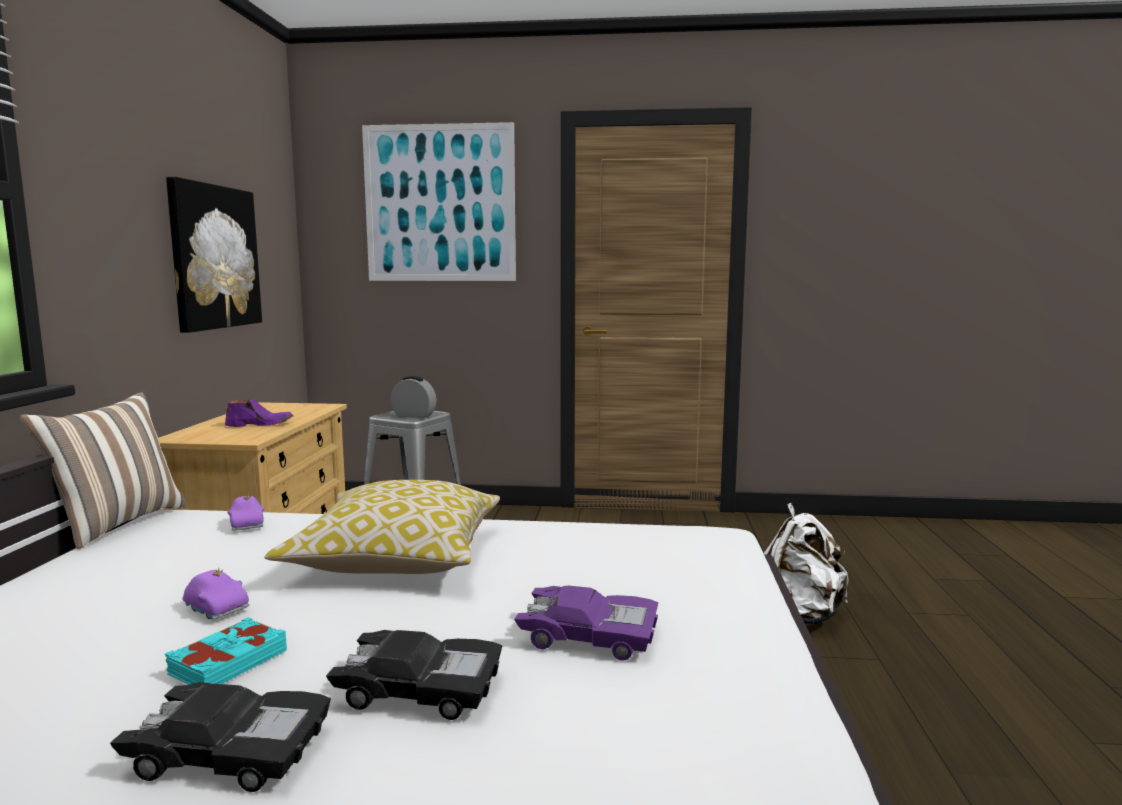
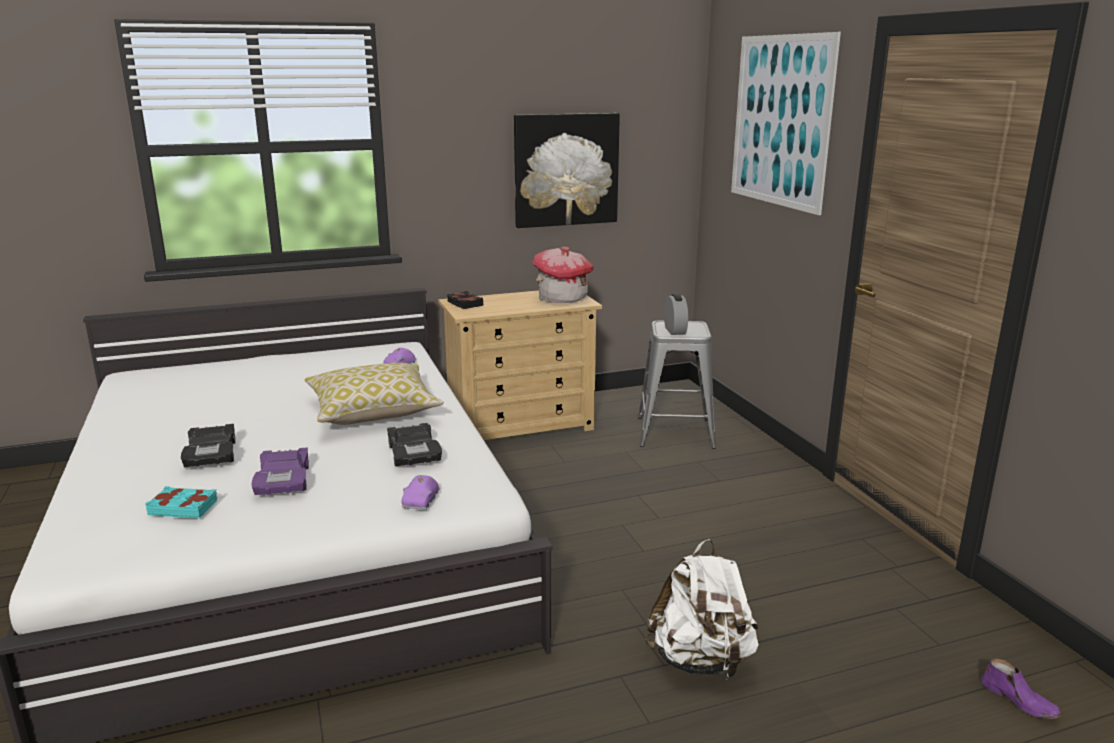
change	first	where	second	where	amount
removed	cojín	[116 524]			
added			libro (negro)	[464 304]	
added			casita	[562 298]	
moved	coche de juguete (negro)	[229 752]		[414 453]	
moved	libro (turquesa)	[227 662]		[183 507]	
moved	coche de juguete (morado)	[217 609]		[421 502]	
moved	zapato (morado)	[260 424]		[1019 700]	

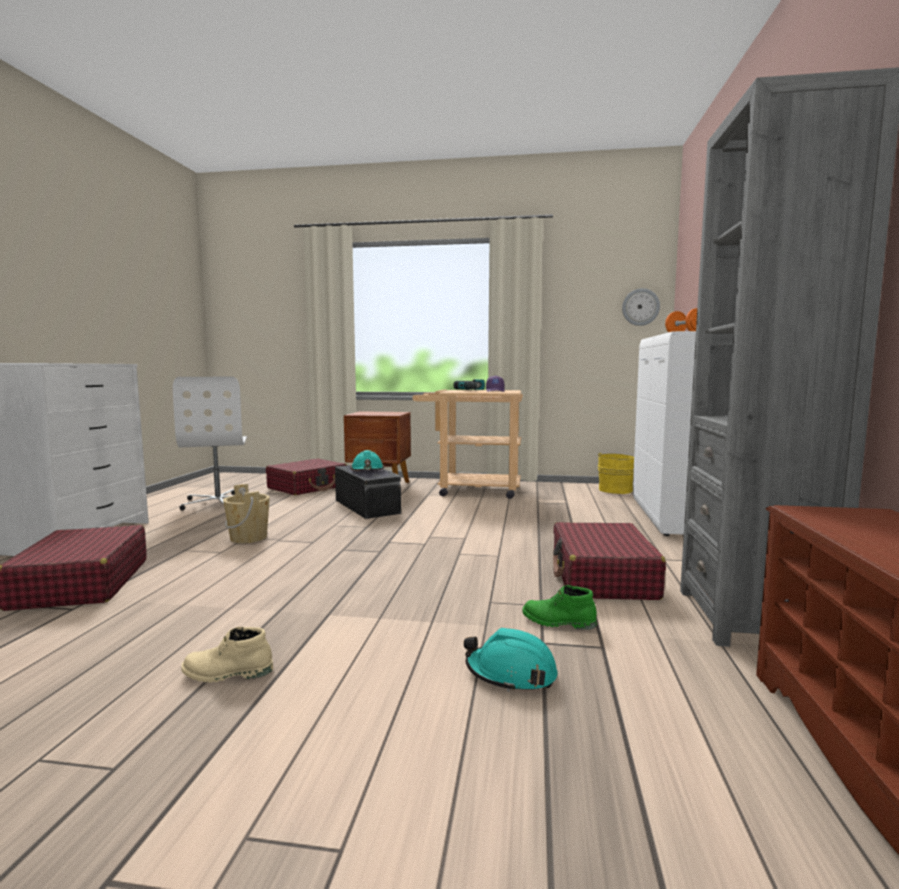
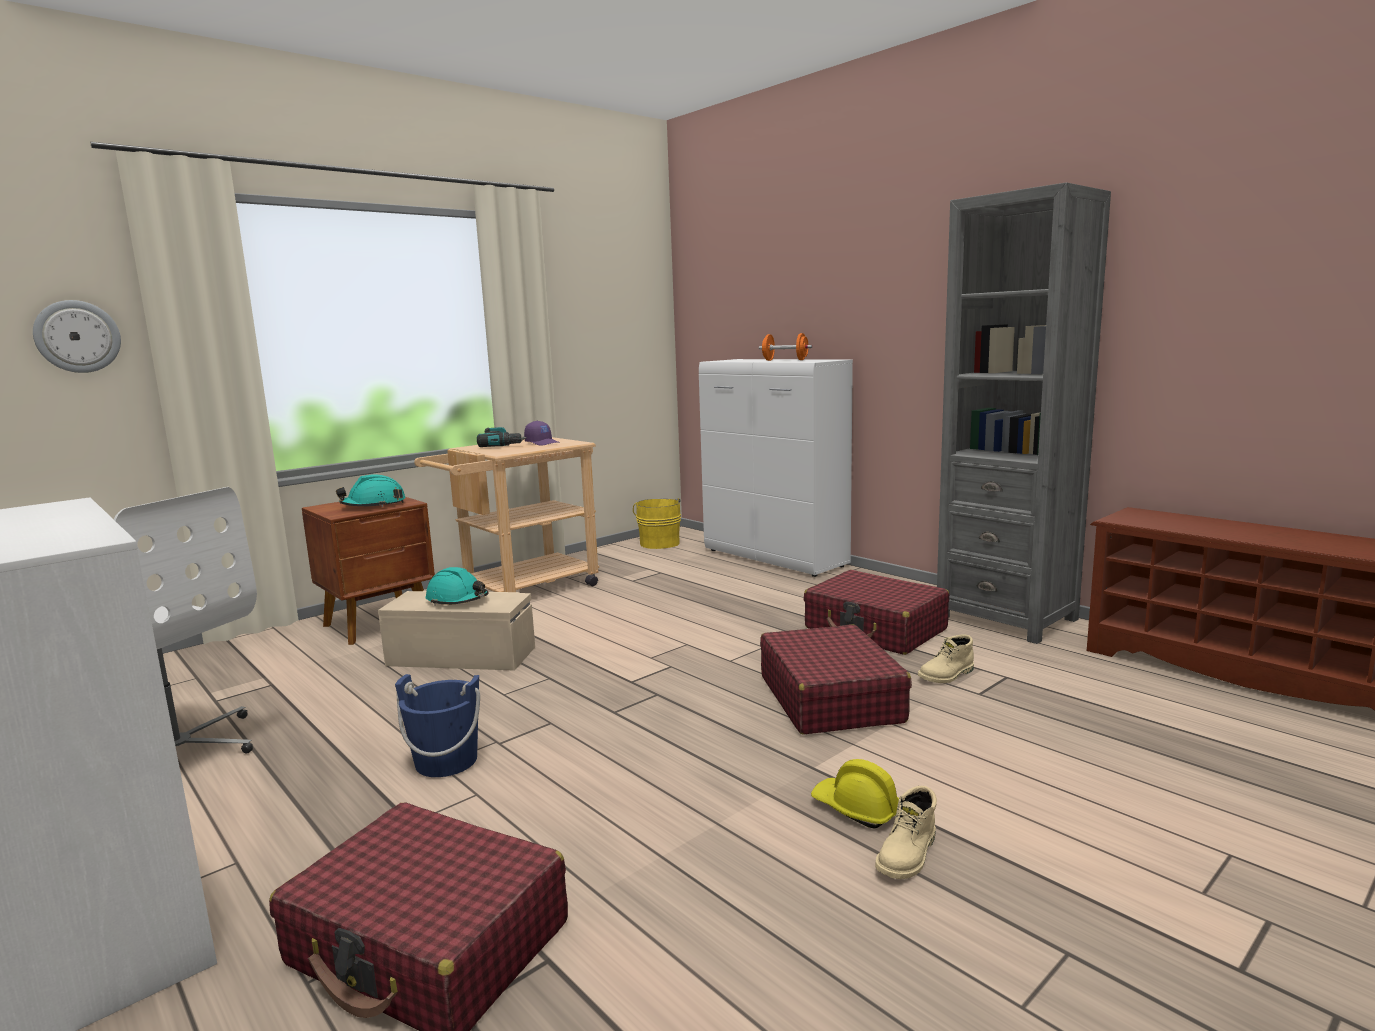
change	first	where	second	where	amount
added			casco (amarillo)	[856 808]	
moved	maleta (rojo)	[308 487]		[830 698]	
moved	casco (turquesa)	[511 674]		[374 505]	
moved	reloj de pared	[640 307]		[77 336]	
recoloured	cubo (beis)	[248 538]	cubo (azul)	[446 761]	
recoloured	caja de almacenaje (negro)	[368 506]	caja de almacenaje (beis)	[462 655]	
recoloured	bota (verde)	[558 622]	bota (beis)	[947 675]	

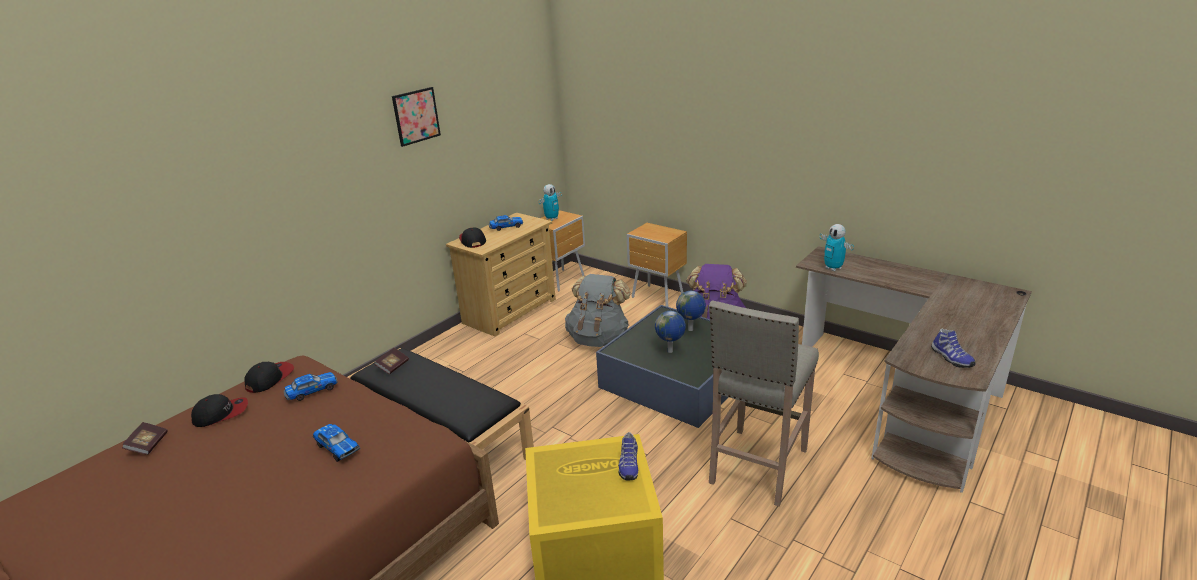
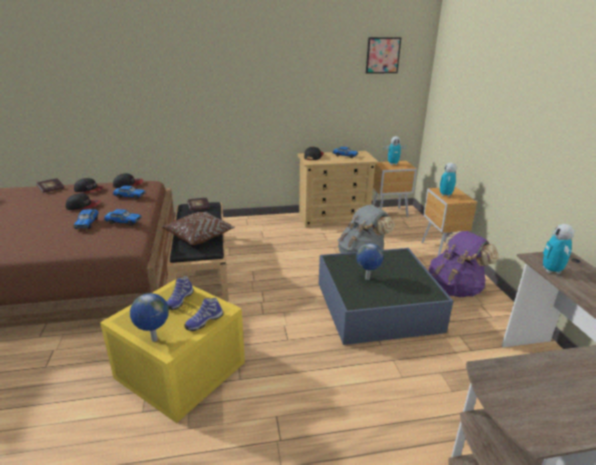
change	first	where	second	where	amount
removed	taburete (beis)	[756 467]			
added			gorra	[83 206]	
added			coche de juguete	[123 222]	
added			cojín (marrón)	[199 236]	
added			robot de juguete	[445 195]	
moved	cuadro	[416 116]		[383 55]	
moved	globo terráqueo	[691 330]		[154 340]	
moved	zapato	[950 358]		[179 300]	

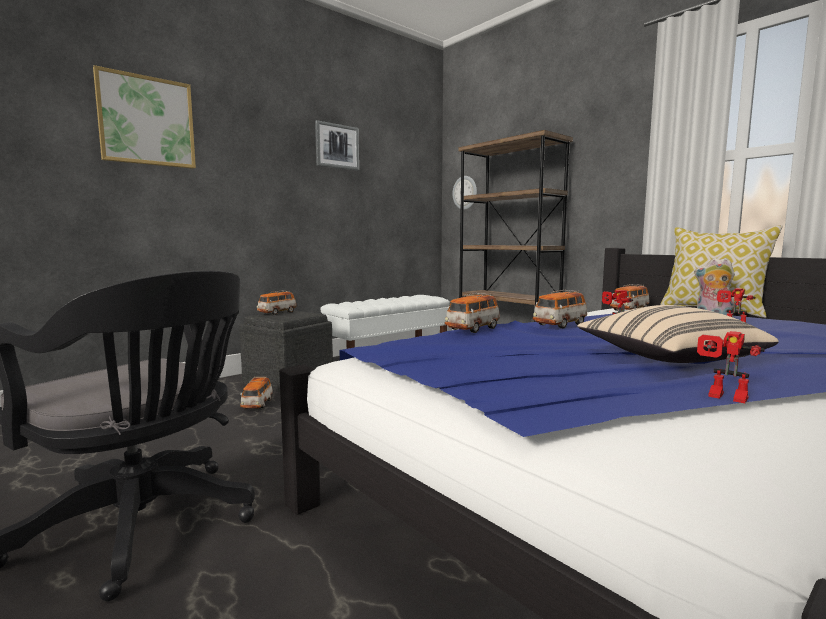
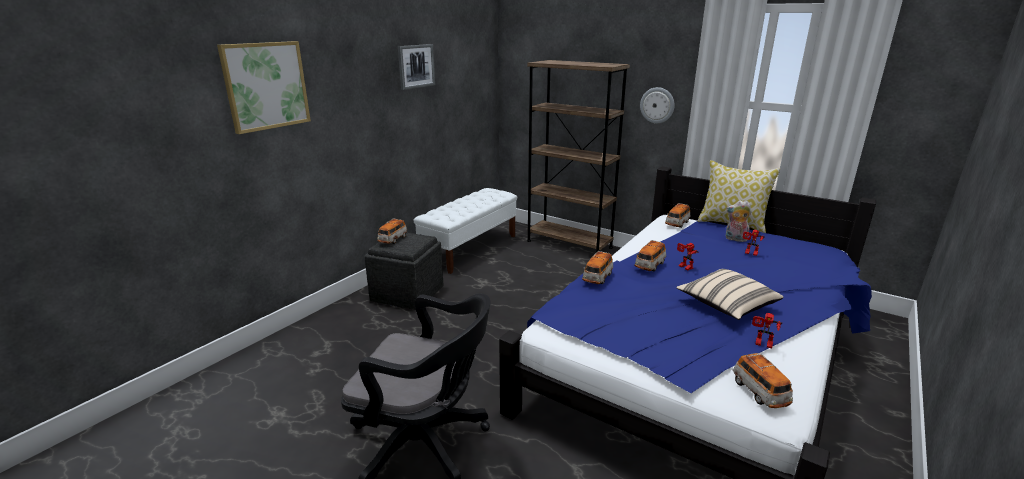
change	first	where	second	where	amount
moved	coche de juguete	[257 404]		[759 392]	
moved	reloj de pared	[465 192]		[657 105]	

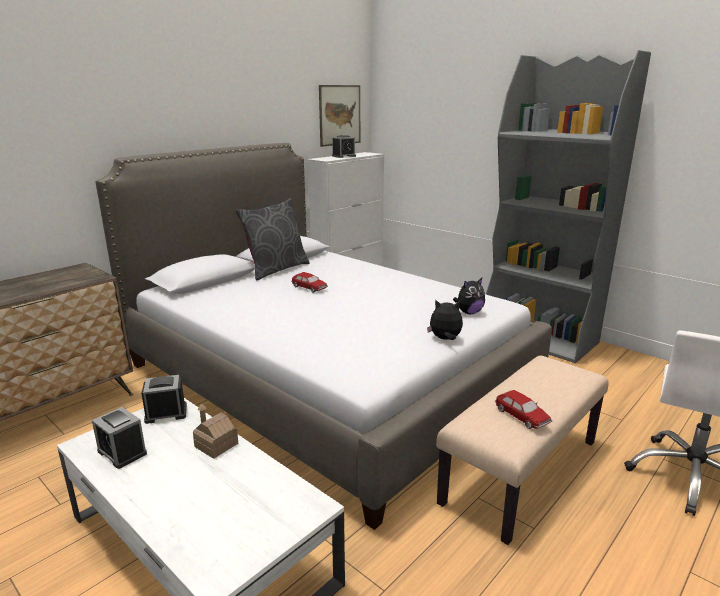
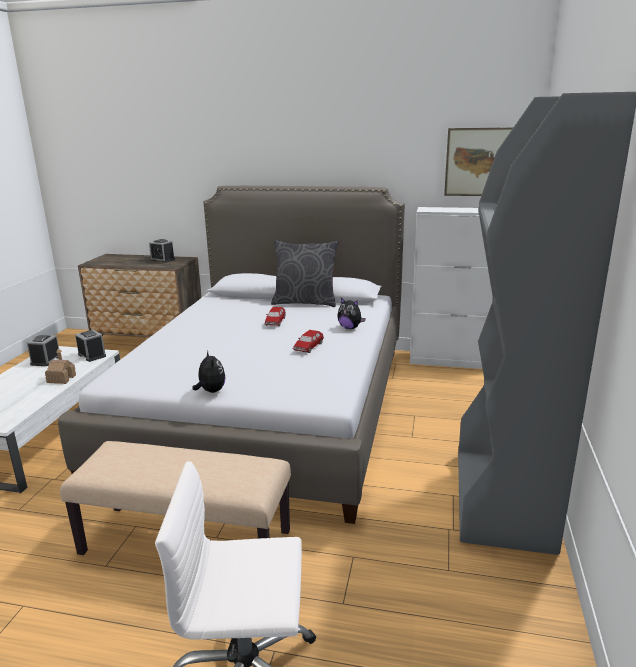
change	first	where	second	where	amount
moved	despertador	[344 156]		[162 260]	
moved	peluche	[469 312]		[350 328]	
moved	coche de juguete	[522 416]		[308 347]	

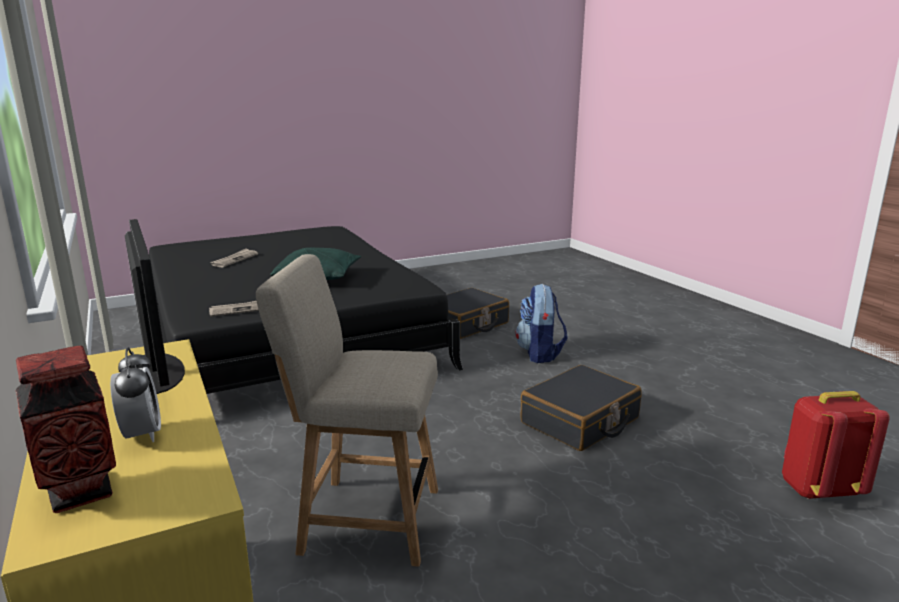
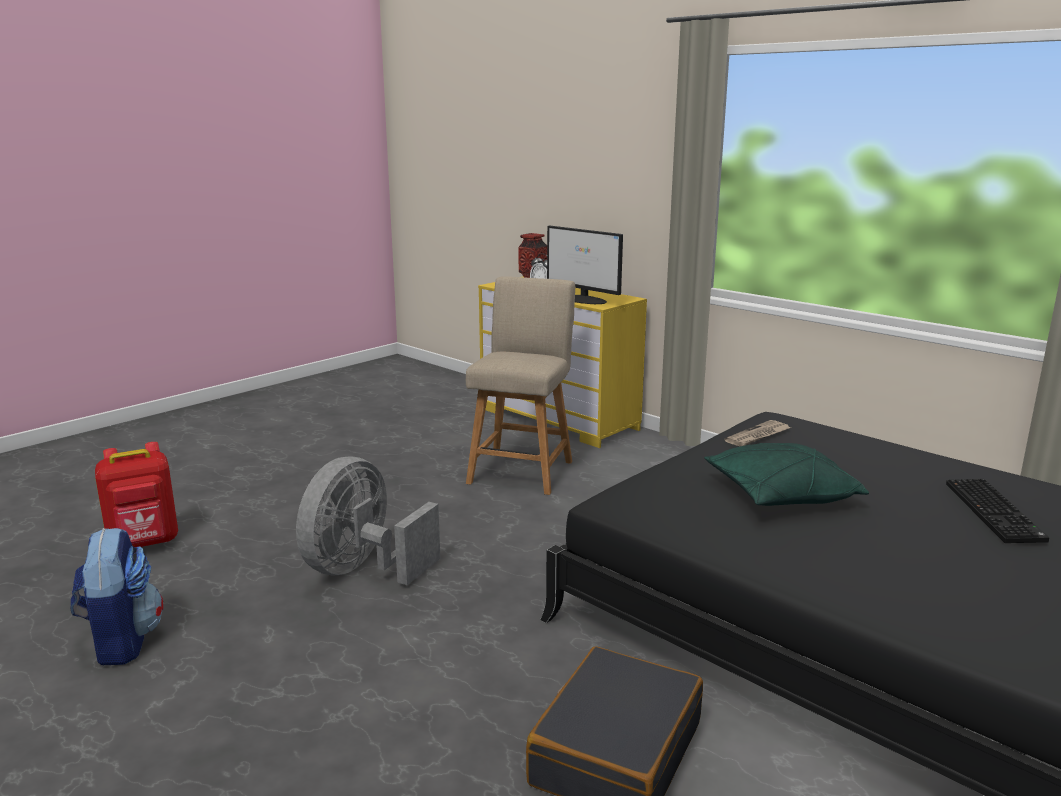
change	first	where	second	where	amount
moved	mochila	[540 354]		[122 641]	
replaced	periódico	[234 260]	teclado	[996 512]	
replaced	maleta (negro)	[580 421]	ventilador (gris)	[363 570]	
turned	silla (beis)	[363 519]		[522 470]	60 degrees counterclockwise

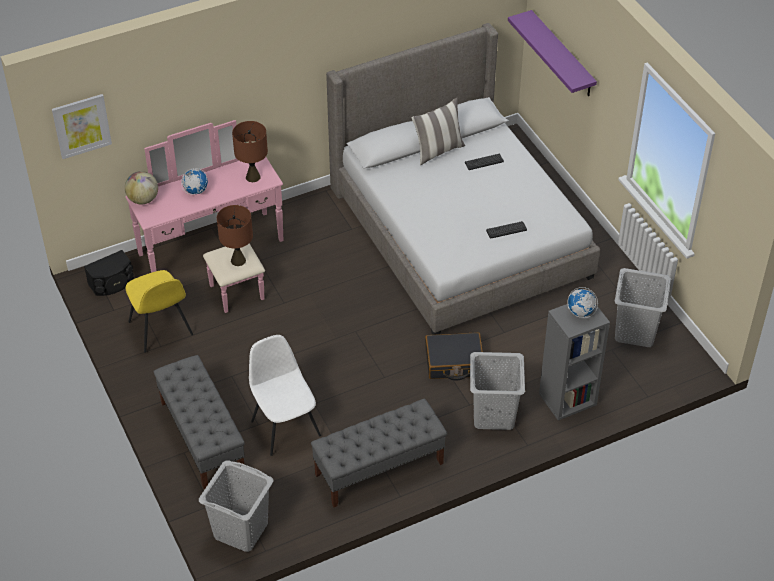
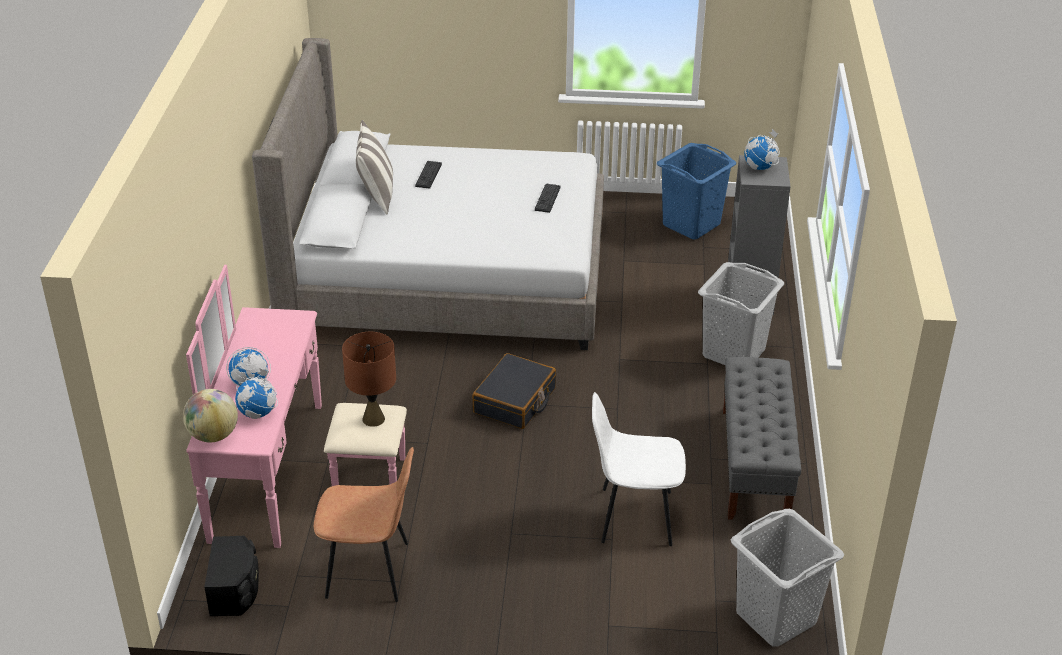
change	first	where	second	where	amount
removed	cuadro	[81 125]			
removed	banco (gris)	[202 437]			
removed	lámpara de mesa (marrón)	[253 177]			
removed	estante (morado)	[562 54]			
added			globo terráqueo	[258 413]	
moved	maleta (negro)	[454 362]		[515 401]	
recoloured	silla (amarillo)	[161 329]	silla (marrón)	[370 570]	
recoloured	cesto de la ropa (gris)	[635 332]	cesto de la ropa (azul)	[691 224]	

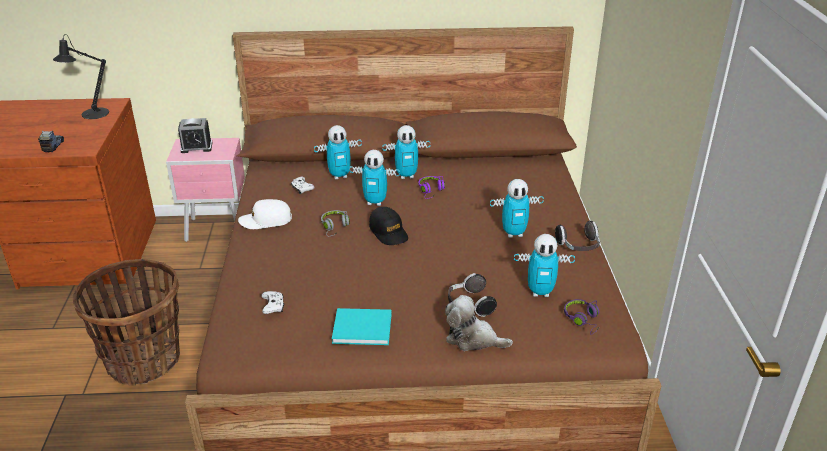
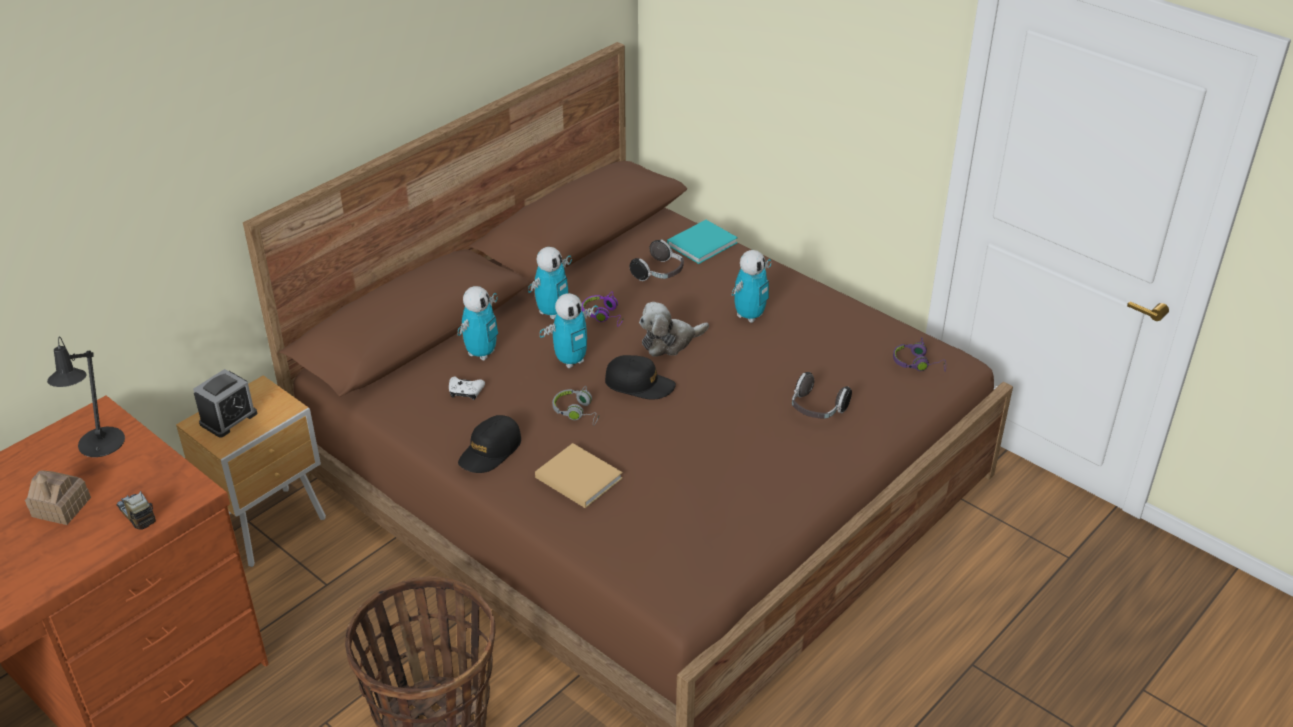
change	first	where	second	where	amount
removed	mando de consola (blanco)	[273 306]			
removed	robot de juguete	[540 292]			
added			casita	[61 507]	
added			libro (beis)	[577 476]	
moved	libro (turquesa)	[364 329]		[703 243]	
moved	peluche	[473 339]		[669 342]	
moved	auriculares	[578 246]		[659 273]	
recoloured	mesita de noche (rosa)	[218 230]	mesita de noche (marrón)	[272 526]	
recoloured	gorra (blanco)	[266 220]	gorra (negro)	[490 451]	

